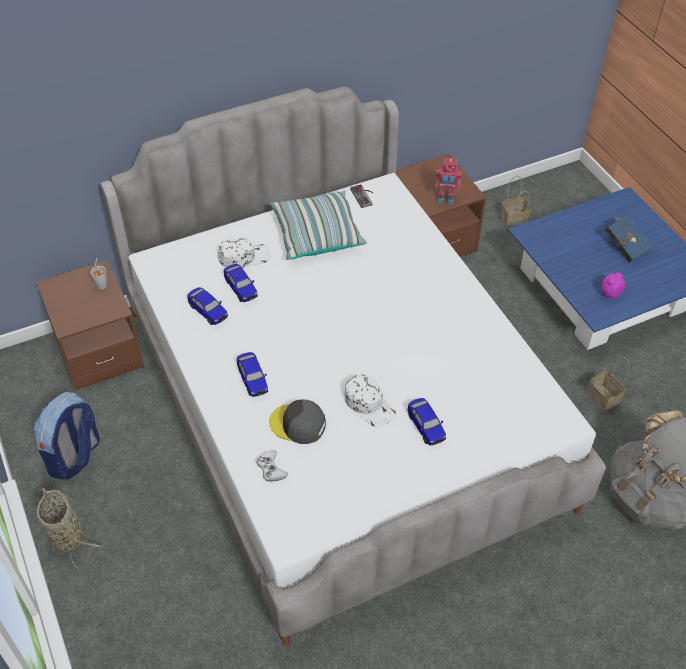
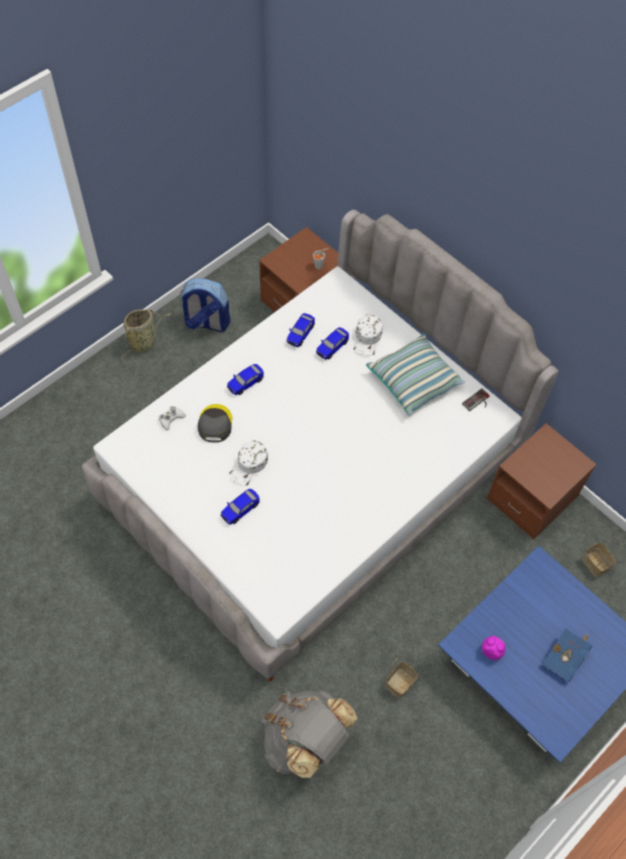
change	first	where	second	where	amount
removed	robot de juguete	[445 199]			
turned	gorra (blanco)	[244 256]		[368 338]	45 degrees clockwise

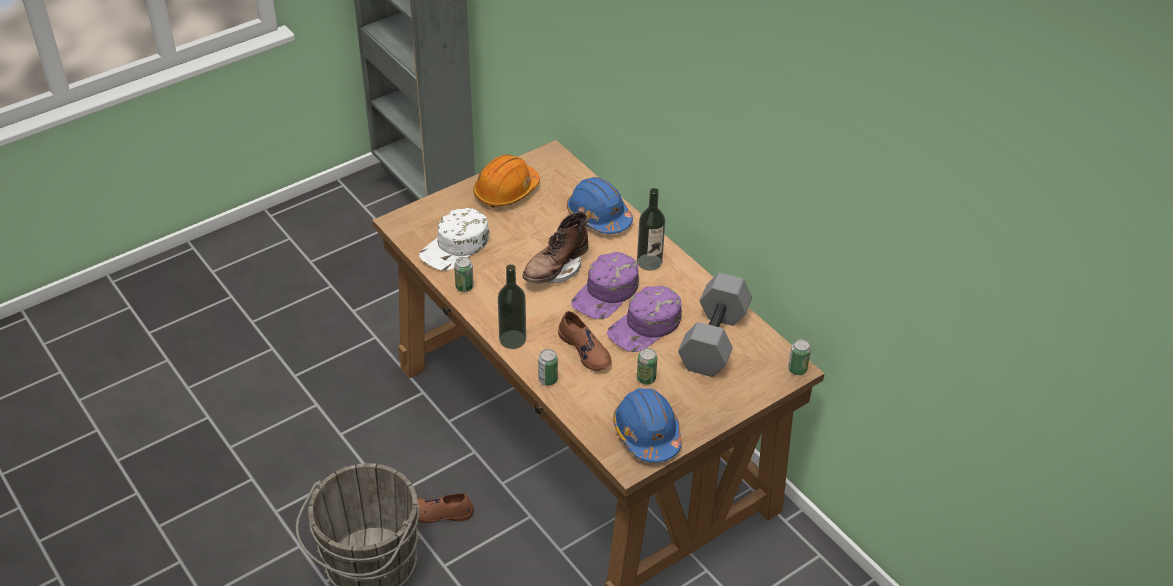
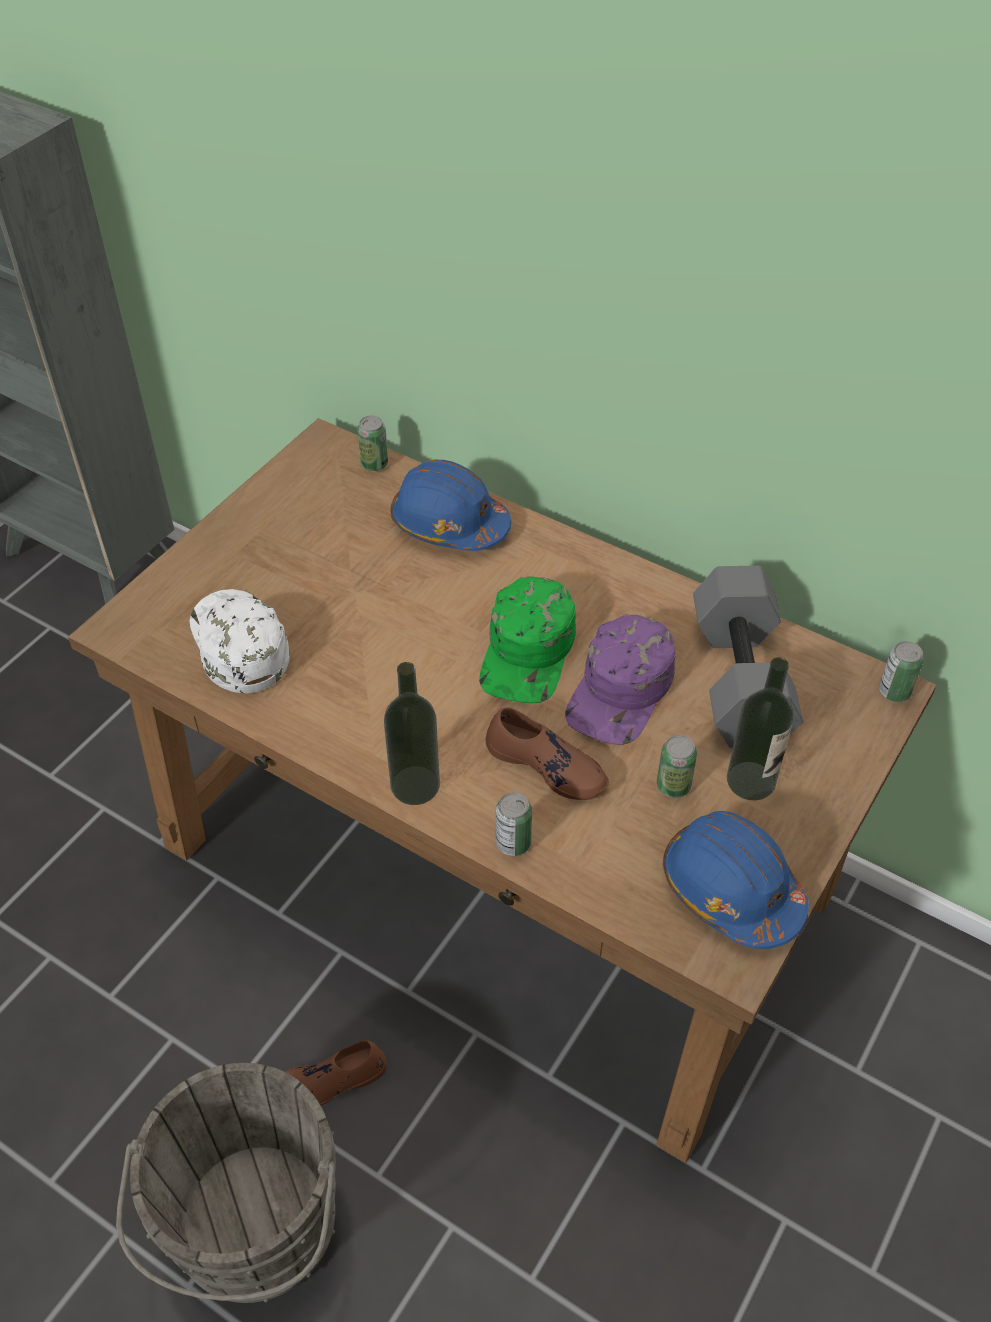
change	first	where	second	where	amount
removed	casco (naranja)	[506 191]			
removed	bota (marrón)	[556 270]			
moved	lata	[464 287]		[374 464]	
moved	botella	[649 262]		[751 781]	
recoloured	gorra (morado)	[606 293]	gorra (verde)	[528 652]	
turned	gorra (blanco)	[455 247]		[237 644]	135 degrees clockwise

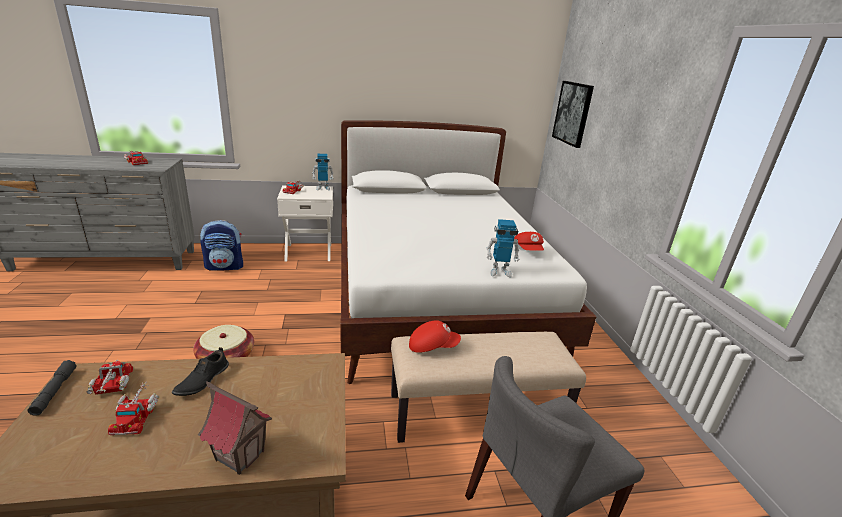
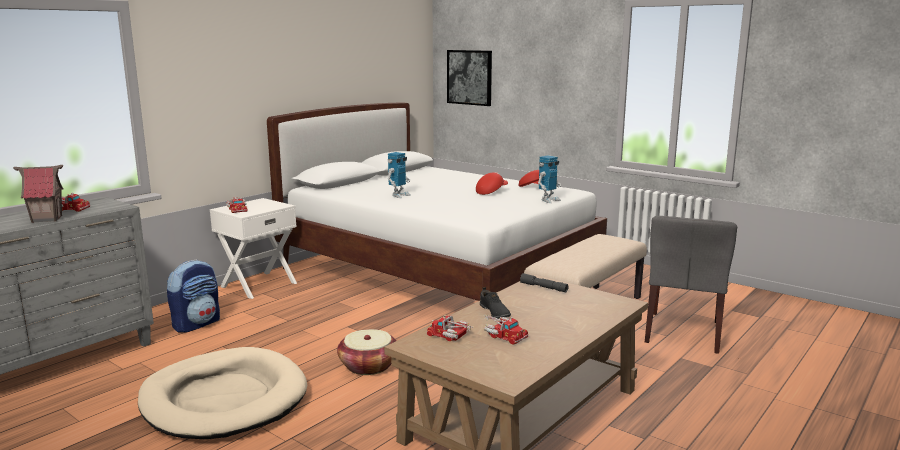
change	first	where	second	where	amount
added			cama para perro (beis)	[224 399]	
moved	linterna (gris)	[54 391]		[543 287]	
moved	casita	[240 455]		[47 219]	
moved	robot de juguete	[323 188]		[399 195]	
moved	gorra (rojo)	[432 346]		[491 192]	

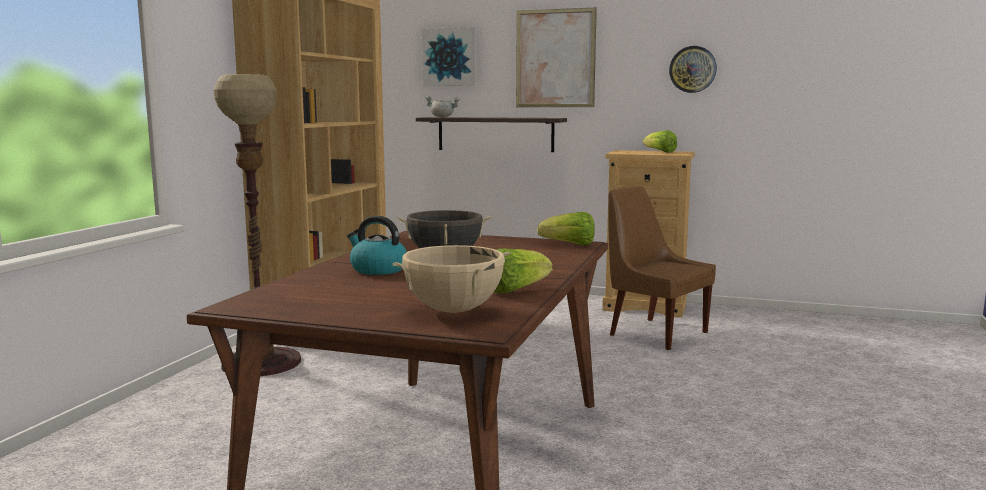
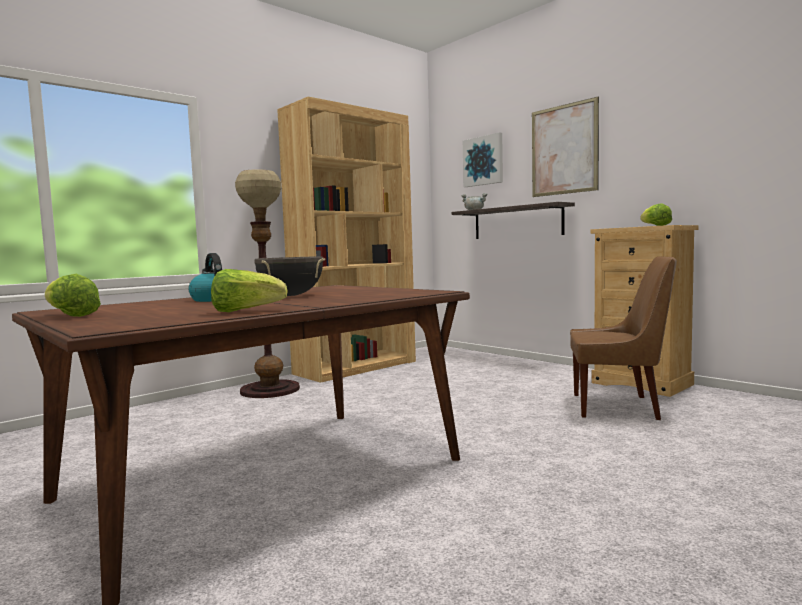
change	first	where	second	where	amount
removed	olla (beis)	[453 310]			
removed	reloj de pared	[692 69]			
moved	lechuga	[569 245]		[70 316]	
turned	silla (marrón)	[655 333]		[618 407]	120 degrees clockwise

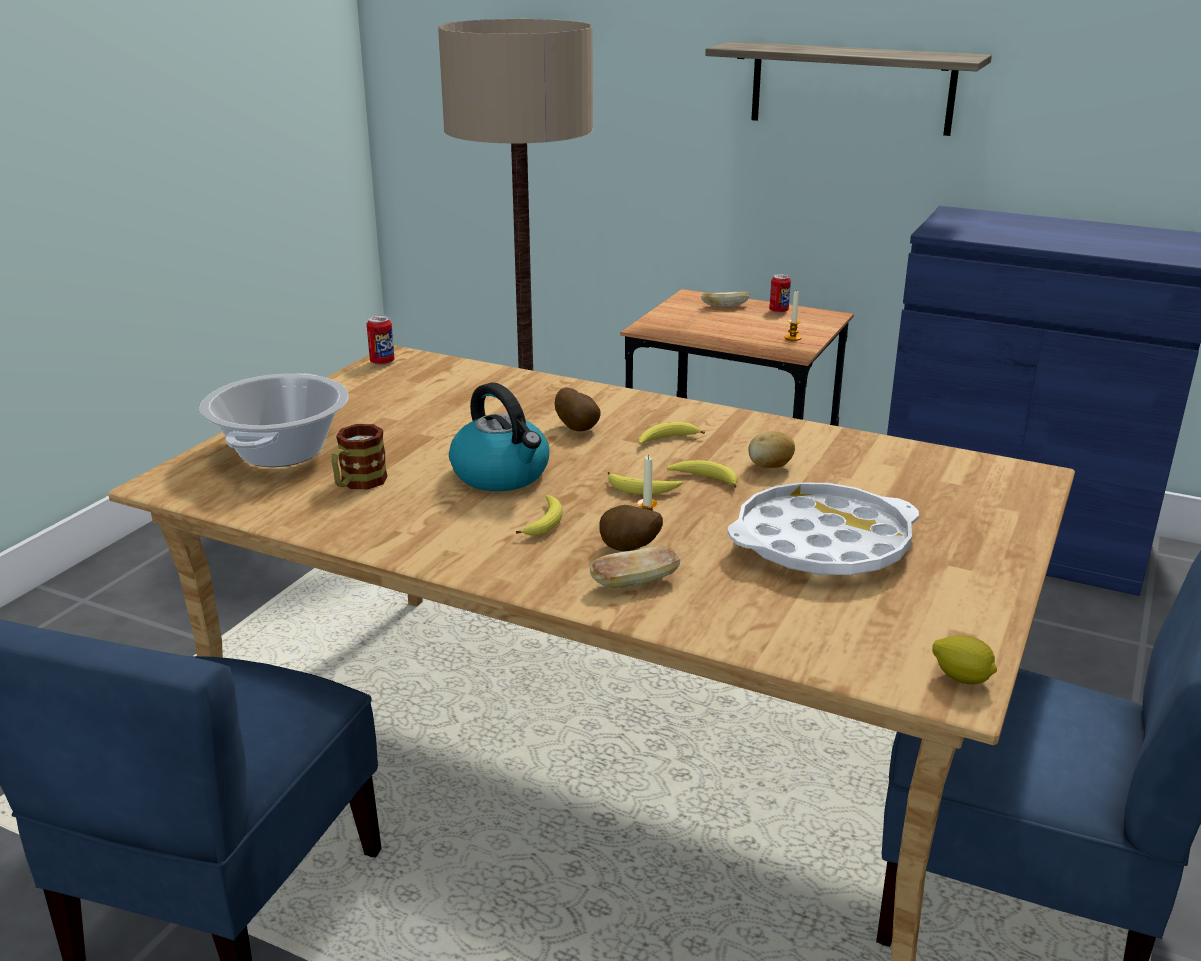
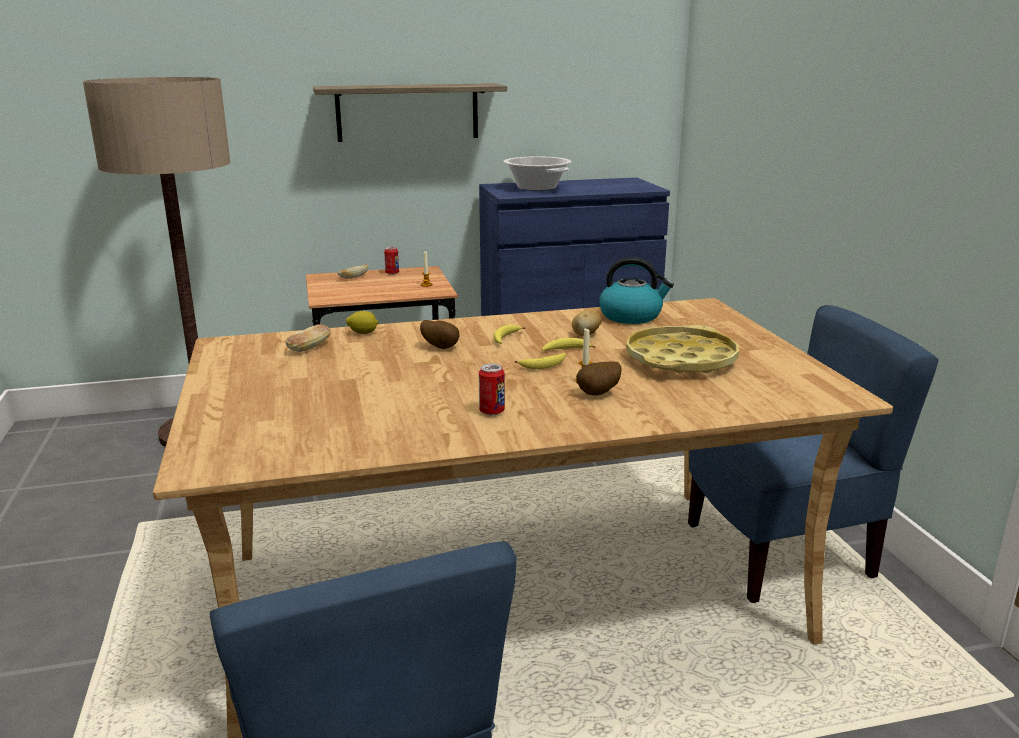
change	first	where	second	where	amount
removed	taza grande	[358 483]			
removed	plátano	[544 522]			
moved	olla	[280 451]		[536 188]	
moved	lata	[382 362]		[492 412]	
moved	hervidor	[502 474]		[631 316]	
moved	pan	[635 583]		[309 348]	
moved	limón	[961 678]		[363 333]	
recoloured	bandeja (blanco)	[822 543]	bandeja (amarillo)	[680 360]	

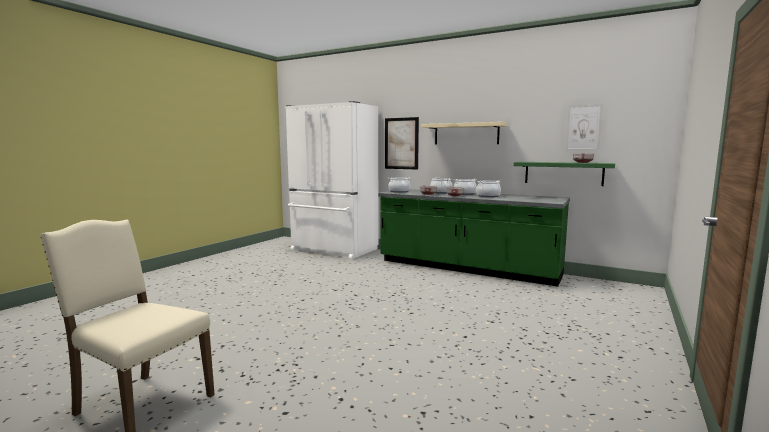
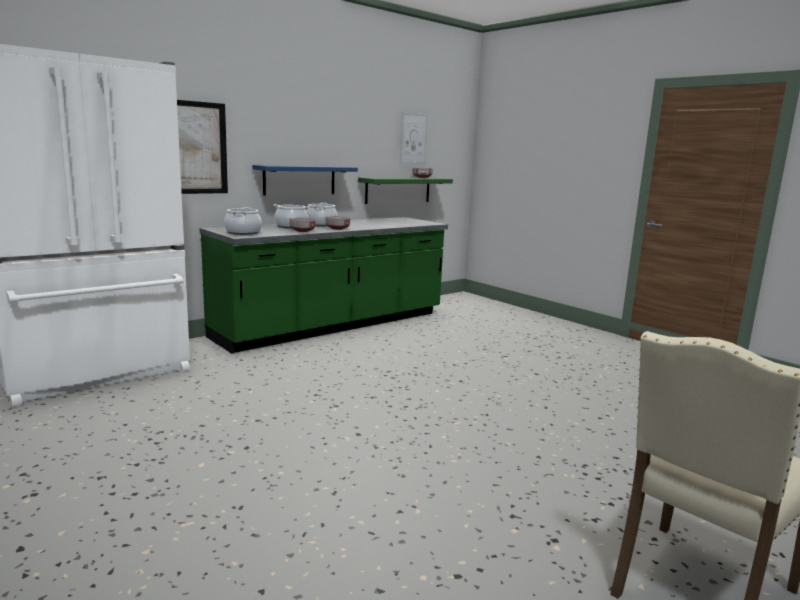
change	first	where	second	where	amount
removed	estante (beis)	[466 134]			
removed	olla	[488 196]			
added			estante (azul)	[299 180]	

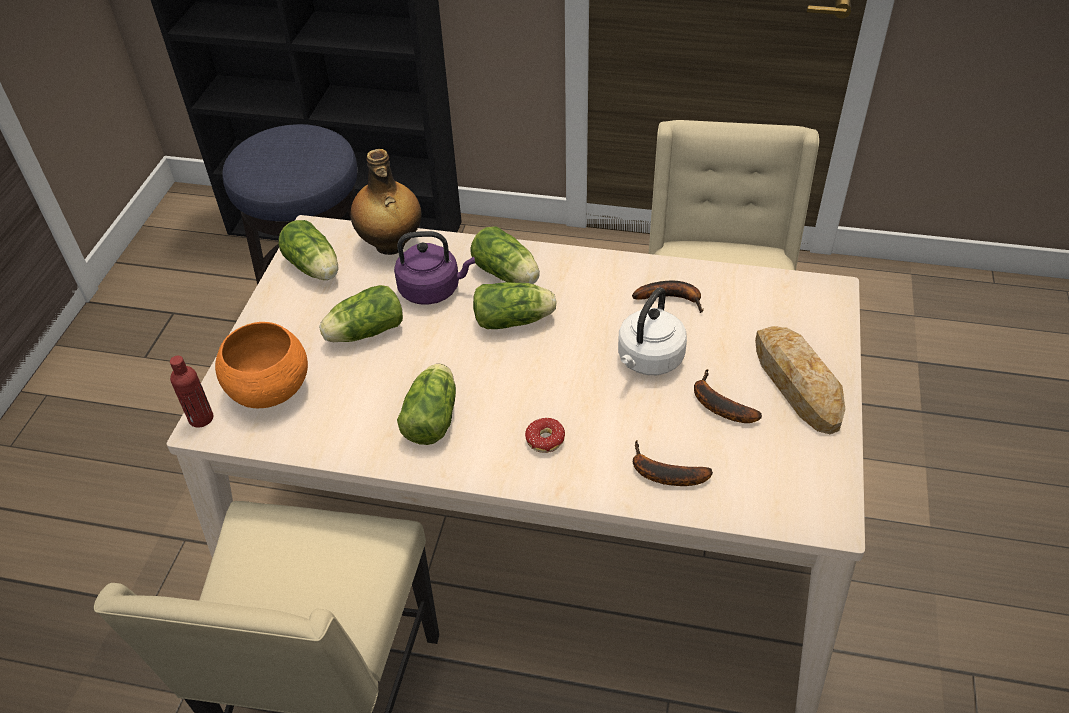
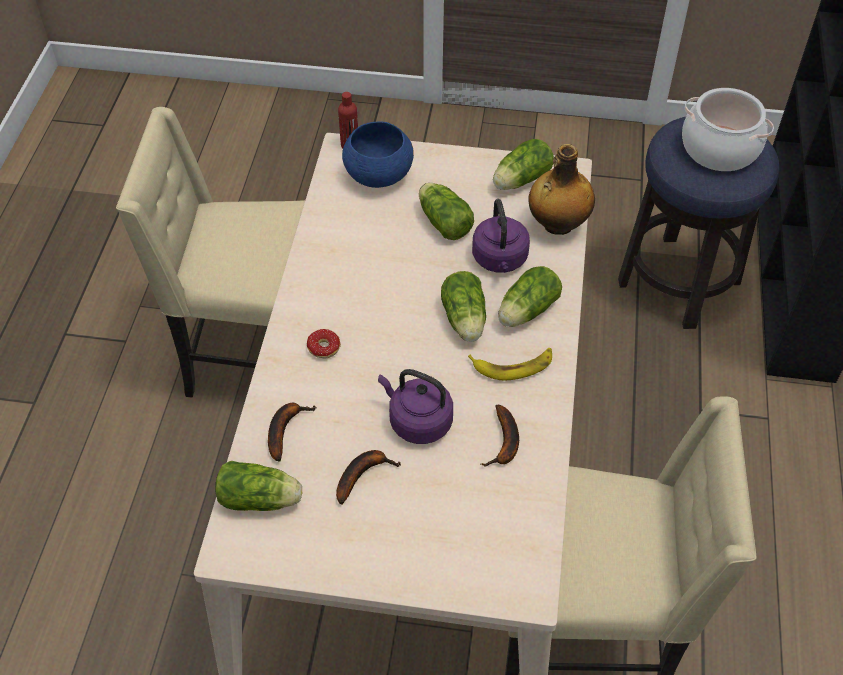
change	first	where	second	where	amount
removed	pan	[796 383]			
added			plátano	[513 365]	
added			olla	[719 149]	
moved	lechuga	[433 416]		[262 499]	
recoloured	cuenco (naranja)	[268 390]	cuenco (azul)	[378 175]	
recoloured	hervidor (blanco)	[648 360]	hervidor (morado)	[417 421]	

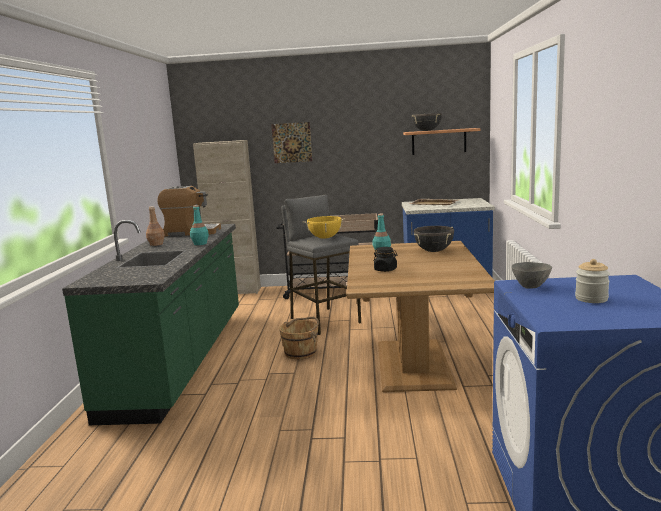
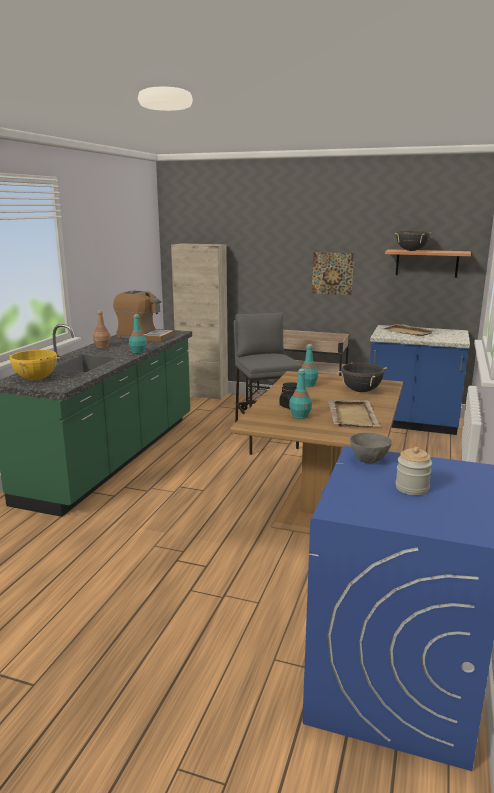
change	first	where	second	where	amount
removed	cubo (marrón)	[301 352]			
added			botella (turquesa)	[300 416]	
added			bandeja (beis)	[352 415]	
moved	cuadro	[292 142]		[332 273]	
moved	olla (amarillo)	[325 238]		[36 379]	

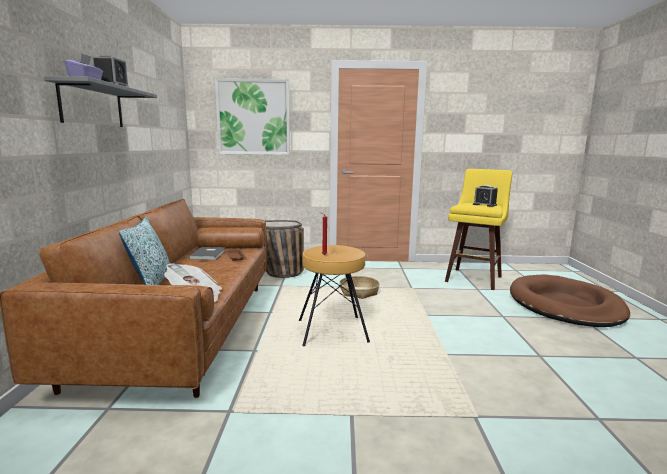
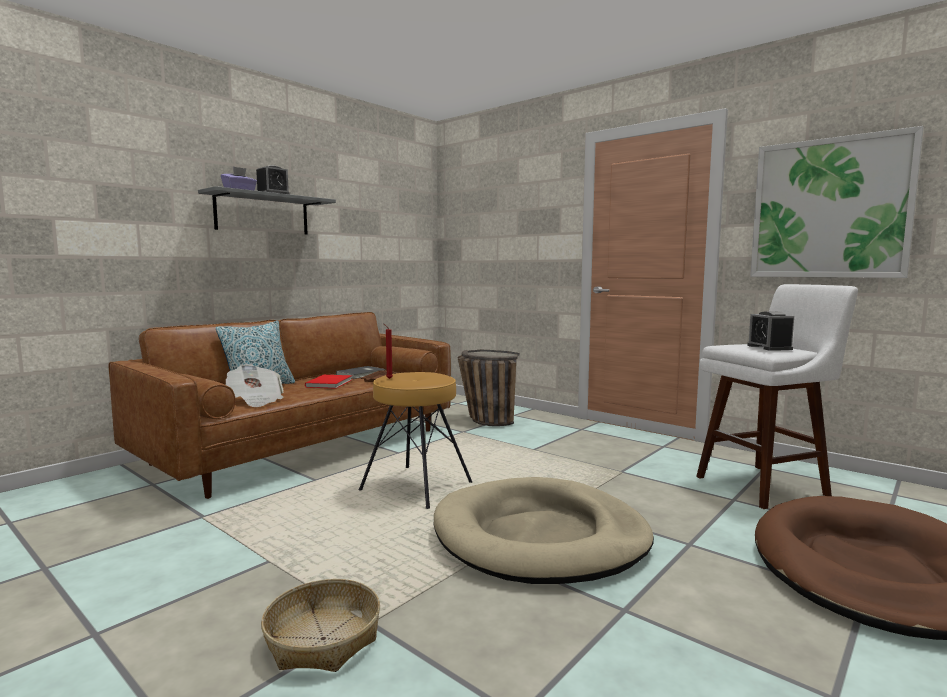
change	first	where	second	where	amount
added			libro (rojo)	[331 383]	
added			cama para perro (beis)	[540 537]	
moved	cuadro	[253 117]		[829 208]	
moved	cesta	[359 292]		[322 639]	
recoloured	taburete (amarillo)	[474 278]	taburete (blanco)	[766 485]	

